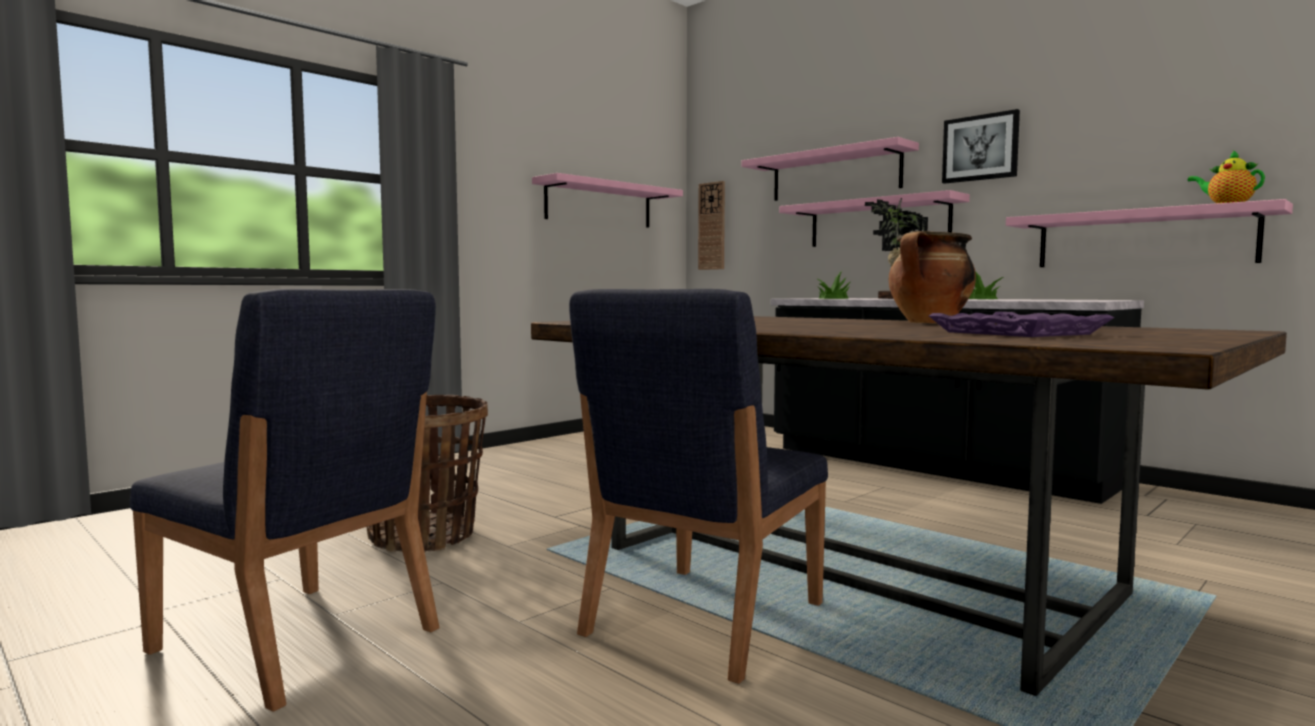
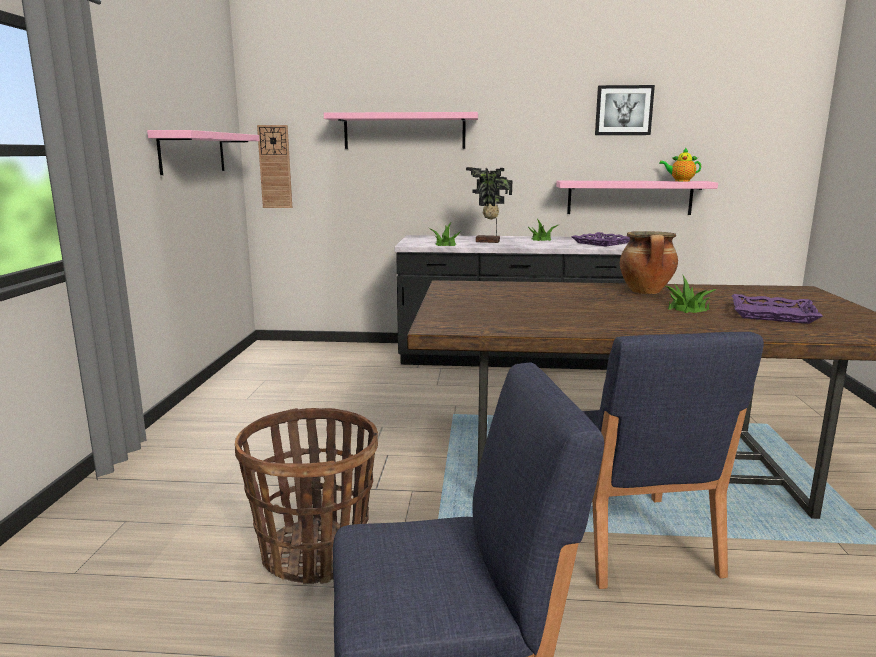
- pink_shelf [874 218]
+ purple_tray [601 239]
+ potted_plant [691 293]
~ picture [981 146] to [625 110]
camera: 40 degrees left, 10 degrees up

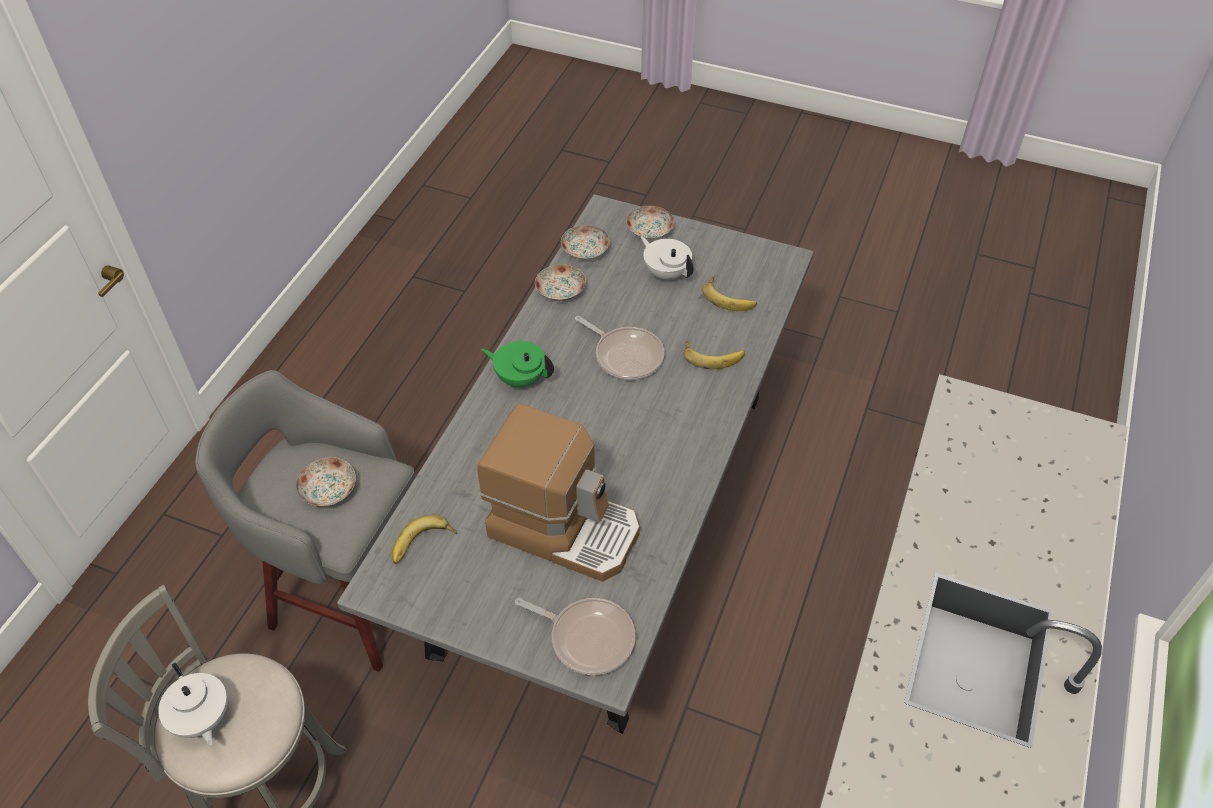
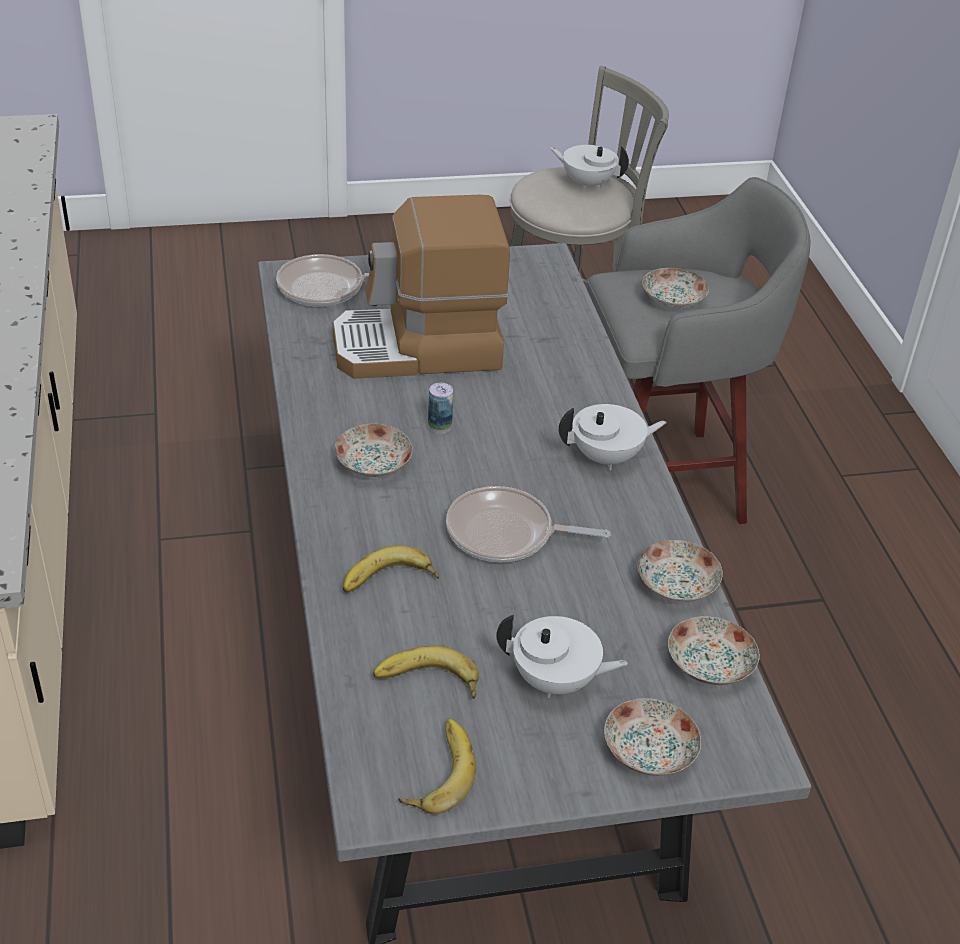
+ plate [373 450]
+ can [440 408]
~ banana [424 539] to [437 767]
~ green_teapot [518 364] to white_teapot [613 437]
camera: 145 degrees right, 10 degrees down

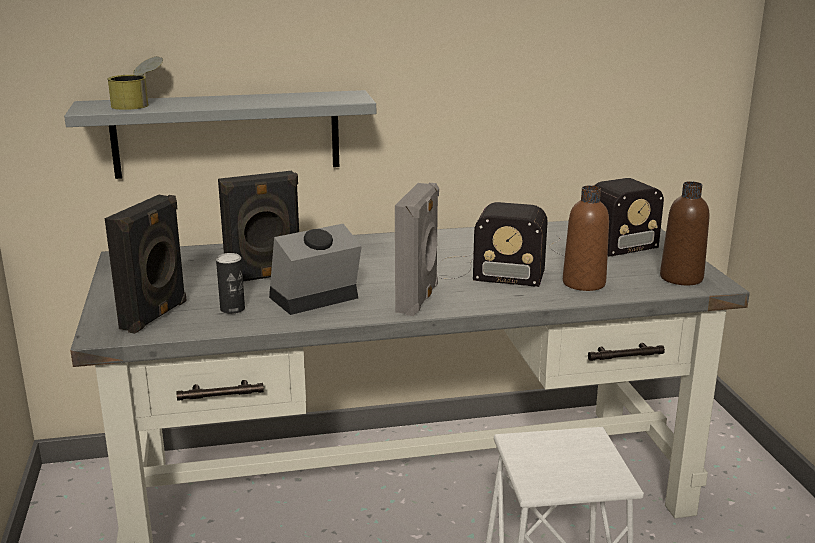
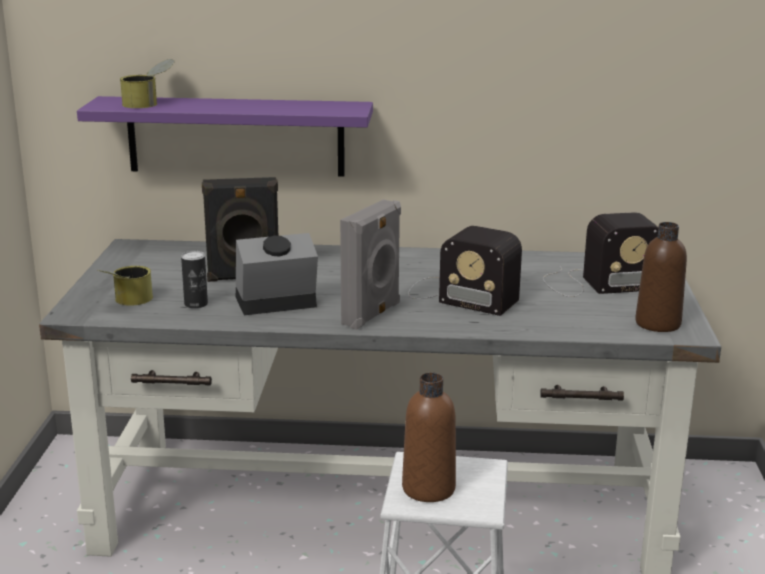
~ brown_bottle [586 238] to [429 437]
~ black_speaker [145 264] to can [125 286]
~ grey_shelf [220 134] to purple_shelf [225 136]
camera: 15 degrees right, 0 degrees up

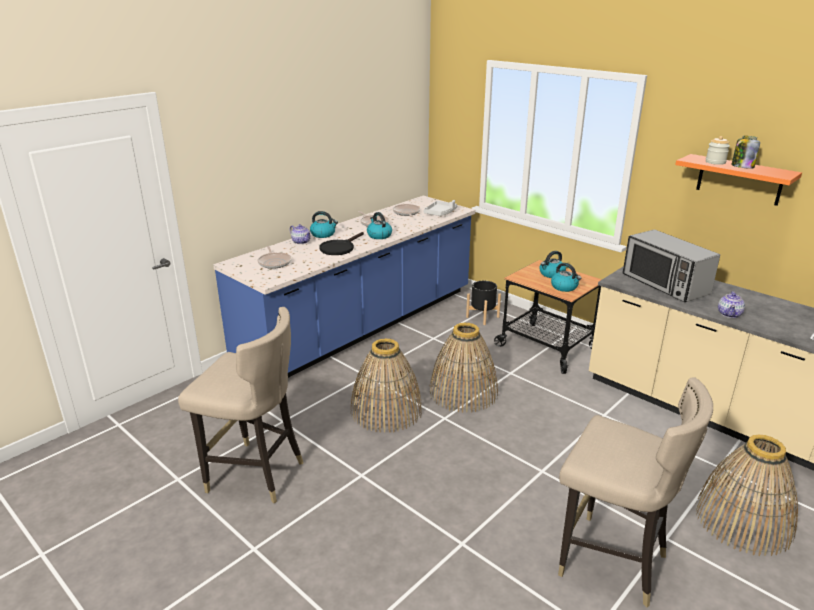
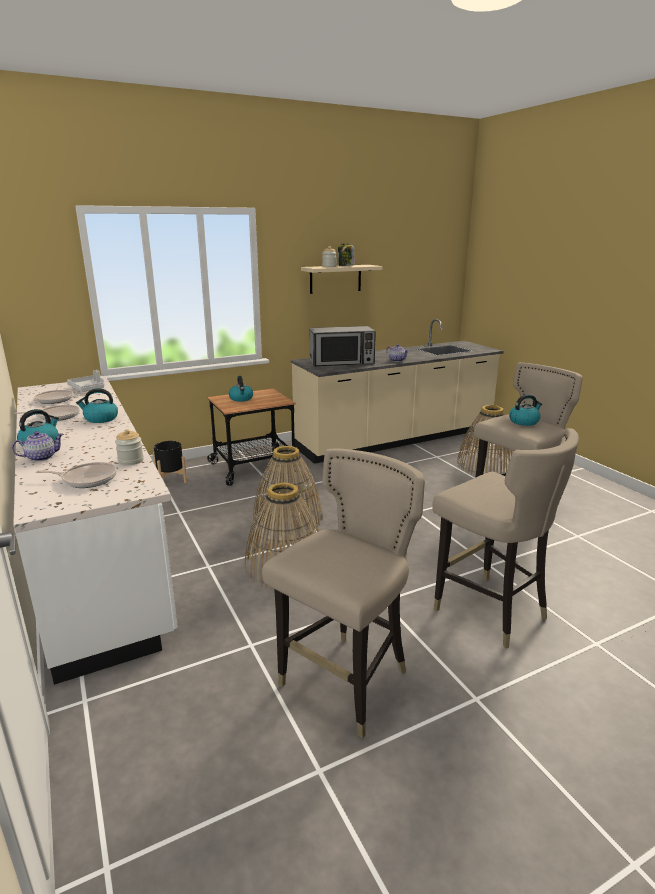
- black_frying_pan [341 243]
+ jar [129 447]
+ beige_stool [505 538]
~ kettle [566 277] to [525 410]
~ blue_counter [344 287] to white_counter [95 531]
~ orange_shelf [738 180] to beige_shelf [341 279]
camera: 70 degrees left, 5 degrees down

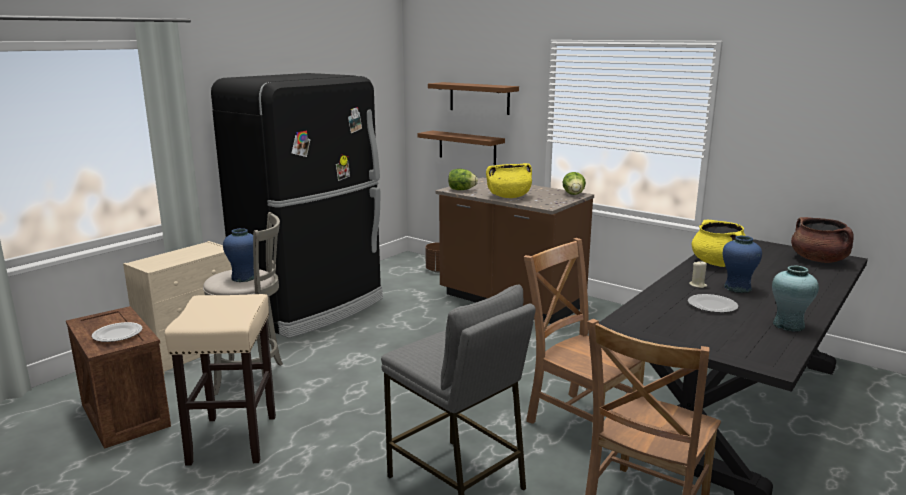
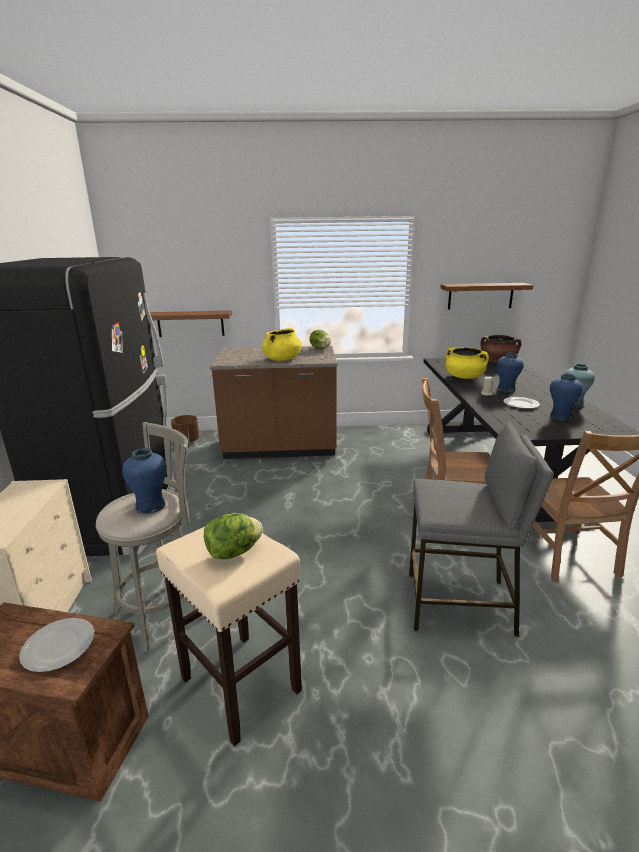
+ blue_vase [566 397]
~ brown_shelf [473 98] to [486 296]
~ lettuce [463 179] to [233 536]
camera: 40 degrees left, 5 degrees up

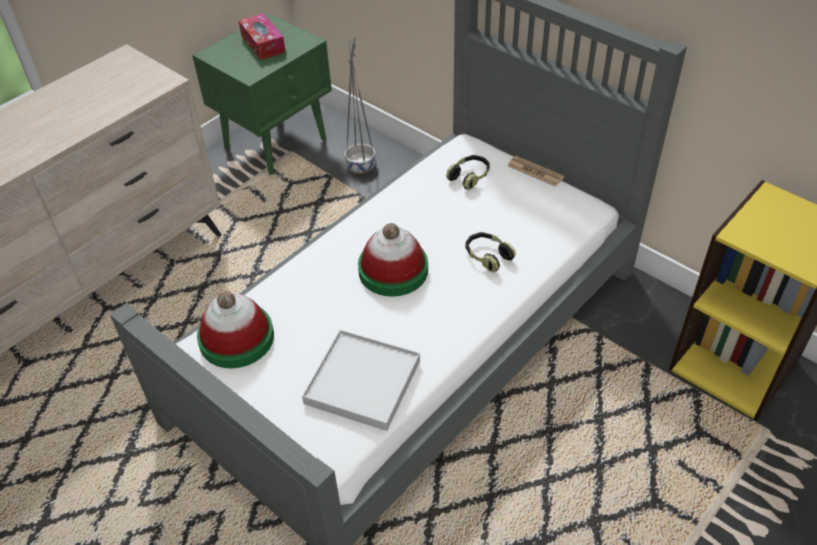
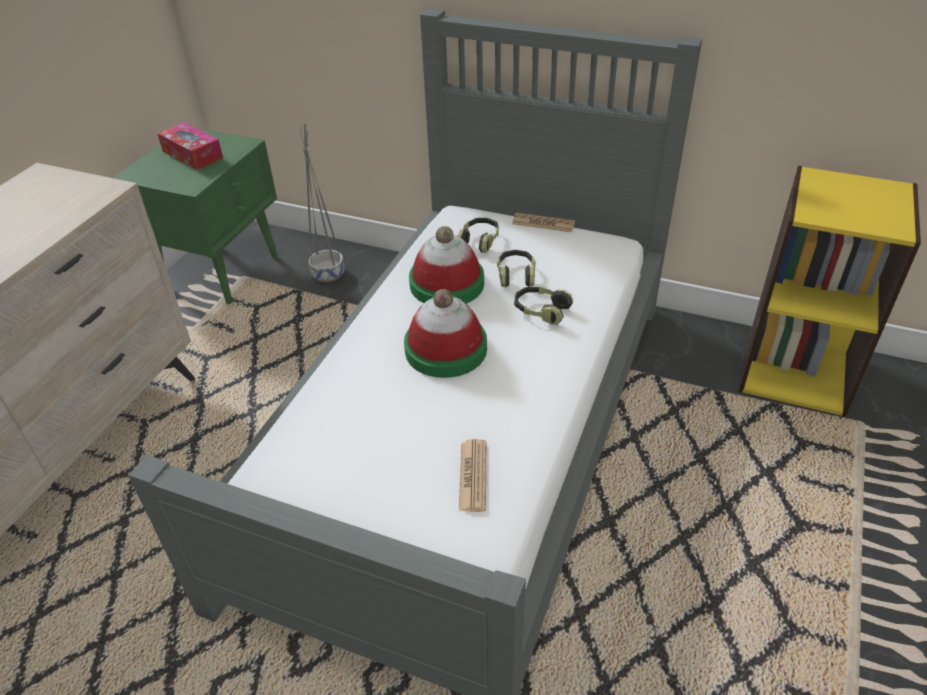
+ headphones [516 268]
~ hat [235 329] to [446 265]
~ white_tray [361 380] to newspaper [472 475]
camera: 20 degrees left, 5 degrees down

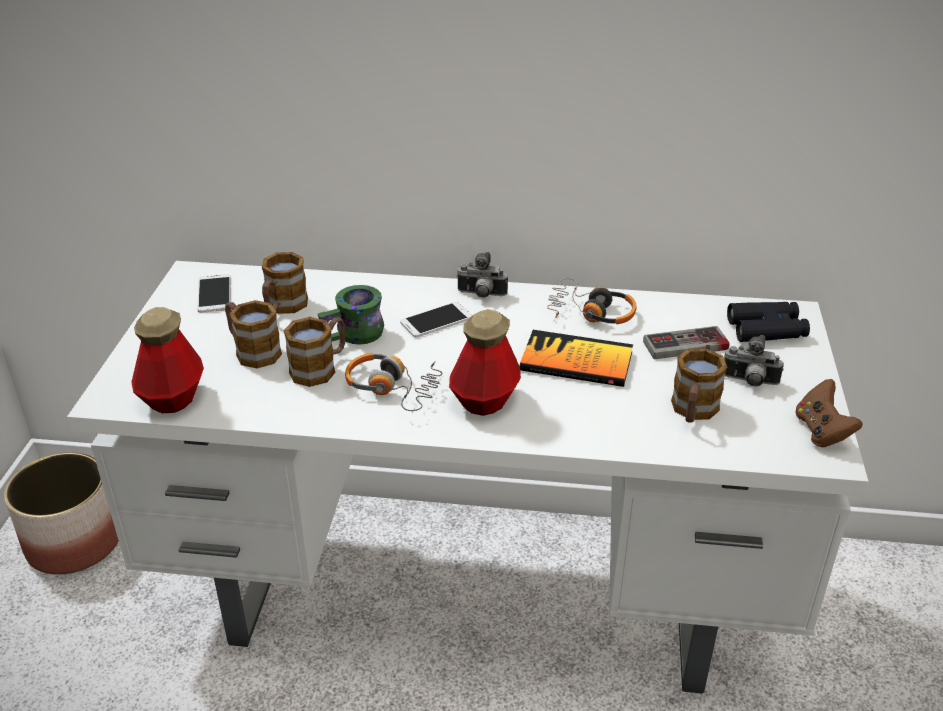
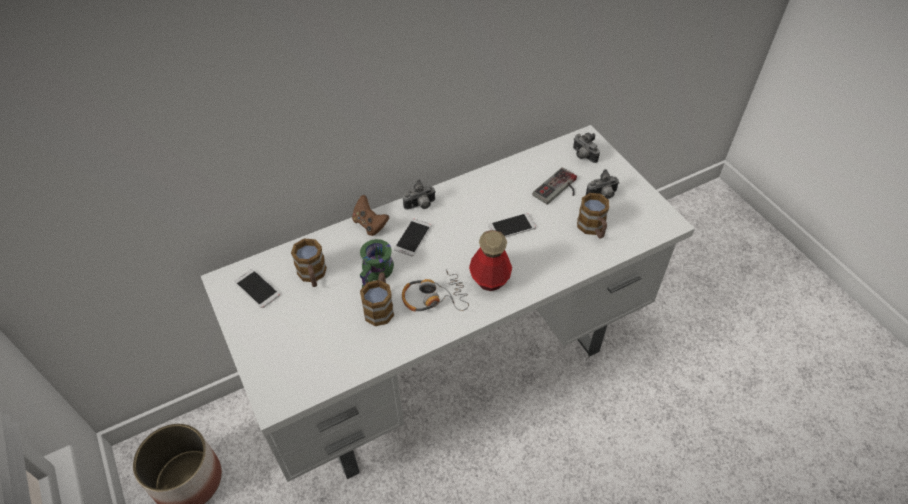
- bottle [167 360]
- mug [253 334]
- headphones [592 301]
~ brown_game_controller [828 413] to [370 215]
~ book [576 358] to phone [512 225]
~ black_binoculars [768 322] to photo_camera [586 148]
camera: 35 degrees left, 15 degrees up

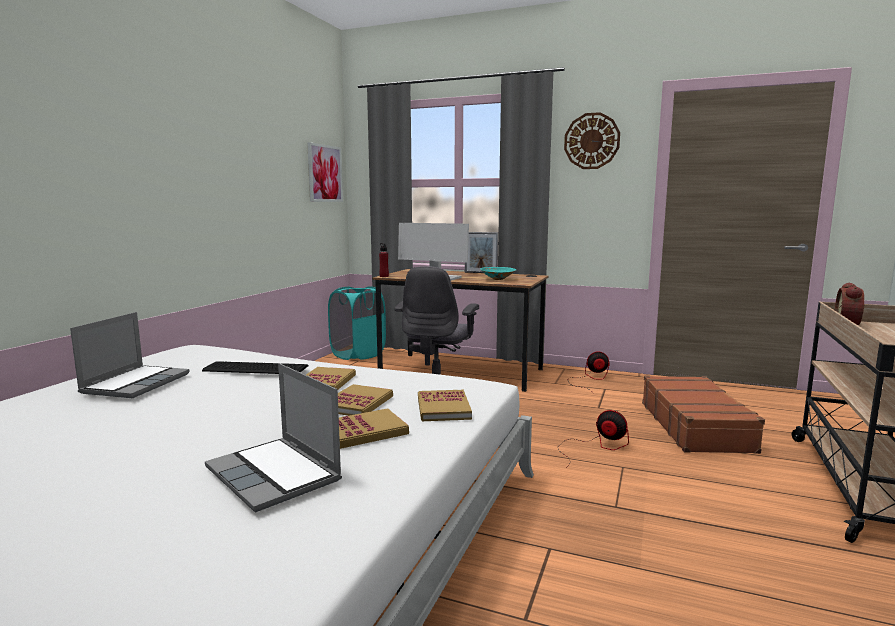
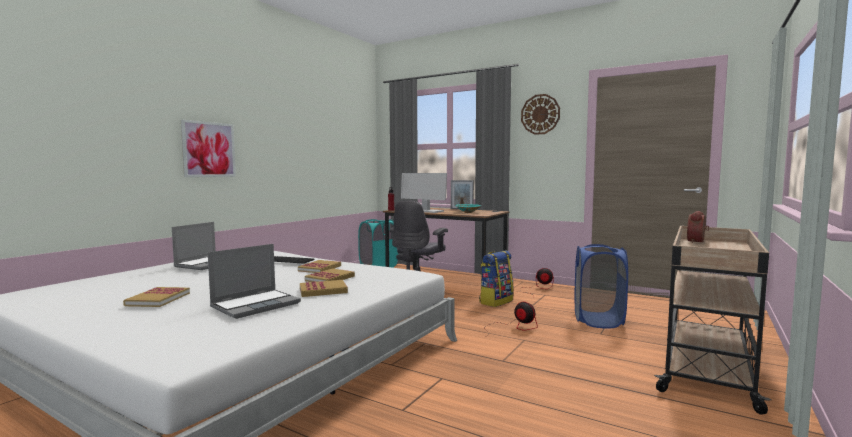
+ backpack [496 278]
~ picture [325 172] to [208 148]
~ book [445 405] to [156 297]
~ brown_suitcase [703 415] to blue_laundry_basket [601 286]
~ laptop [273 437] = [254 281] 105 degrees counterclockwise
camera: 10 degrees right, 5 degrees down

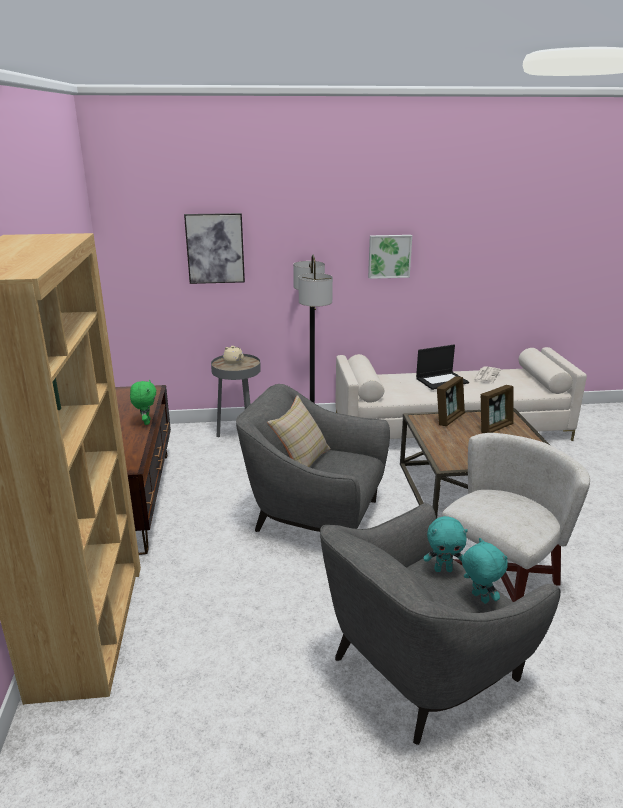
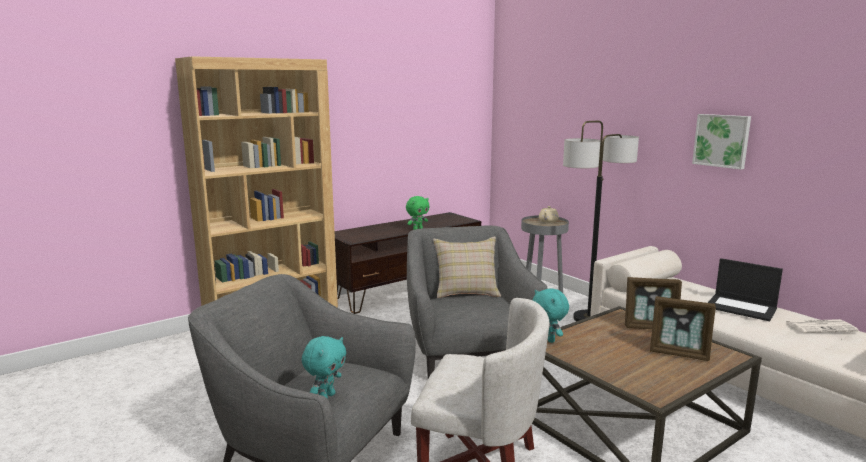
- picture [214 248]
~ turquoise_plush_toy [445 544] to [551 315]
camera: 60 degrees right, 10 degrees down

